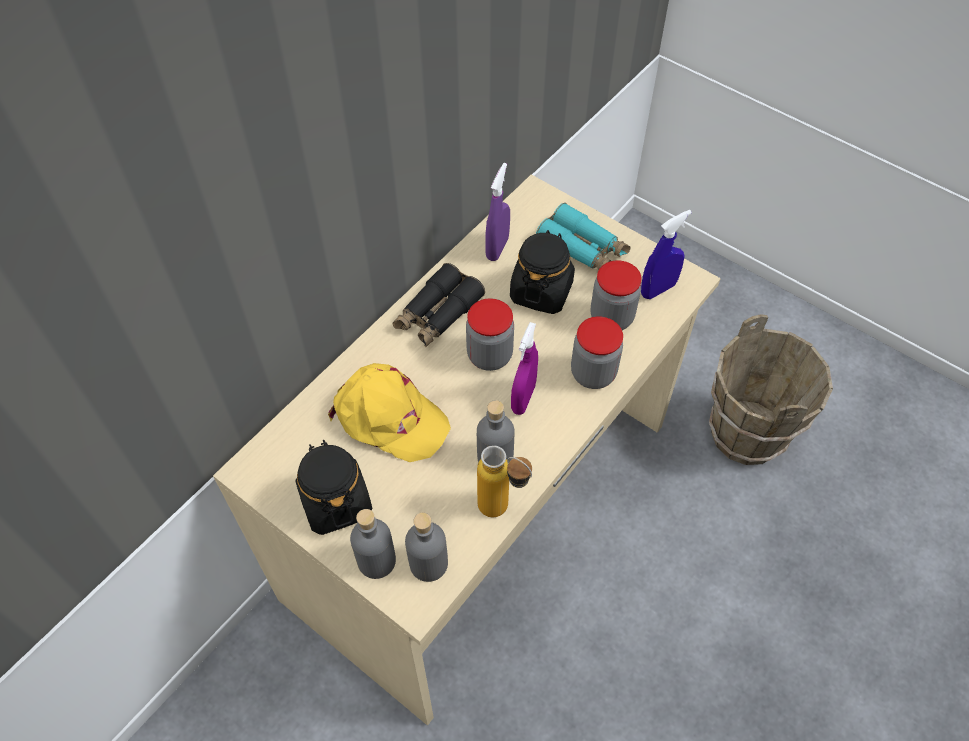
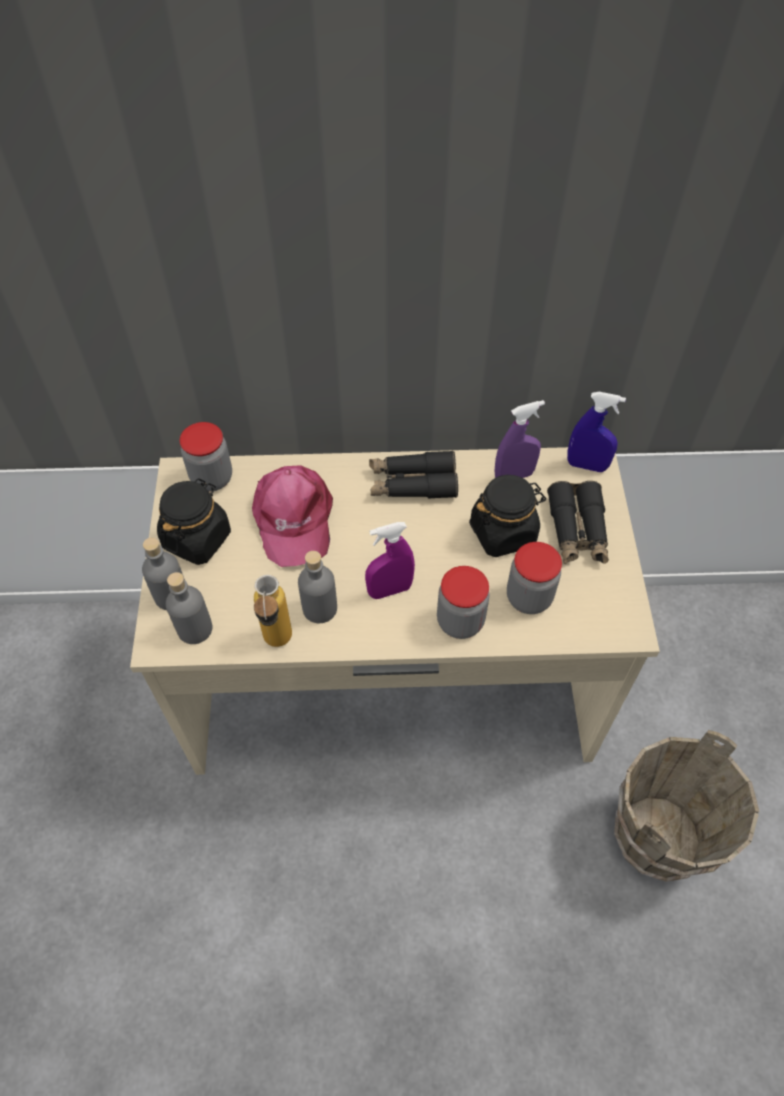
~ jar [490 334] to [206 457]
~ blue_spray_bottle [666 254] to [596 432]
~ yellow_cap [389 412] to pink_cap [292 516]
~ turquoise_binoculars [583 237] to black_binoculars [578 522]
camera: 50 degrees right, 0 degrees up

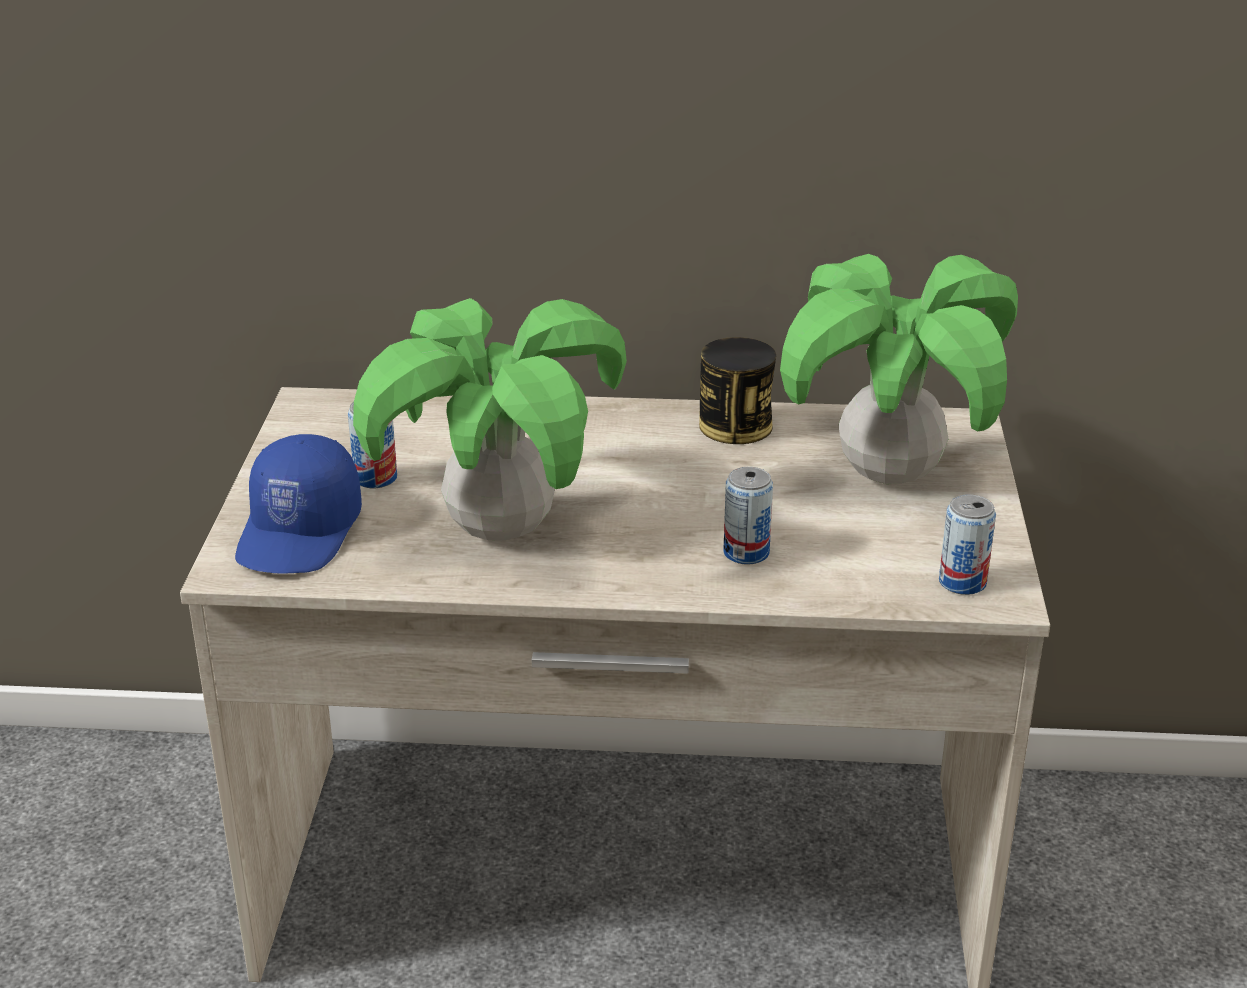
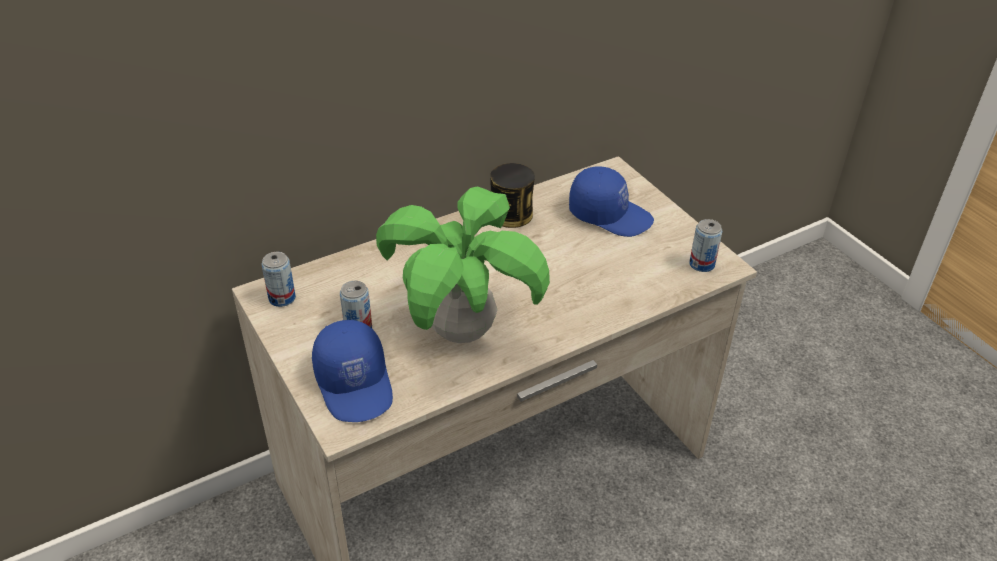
~ can [748 516] to [279 279]
~ potted_plant [899 369] to blue_cap [611 201]
camera: 35 degrees left, 10 degrees up

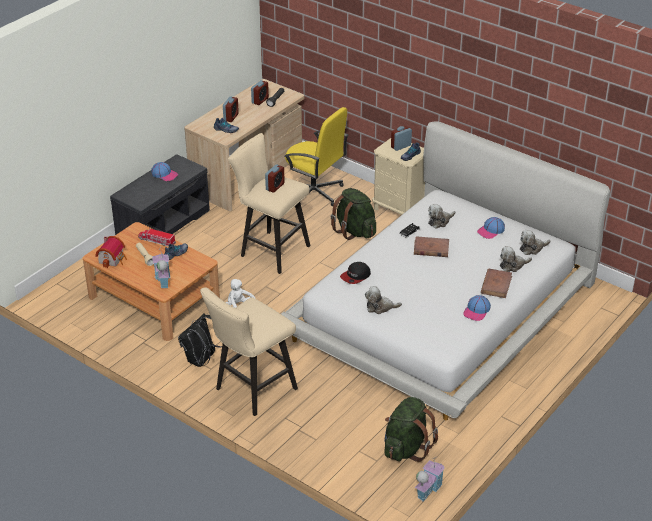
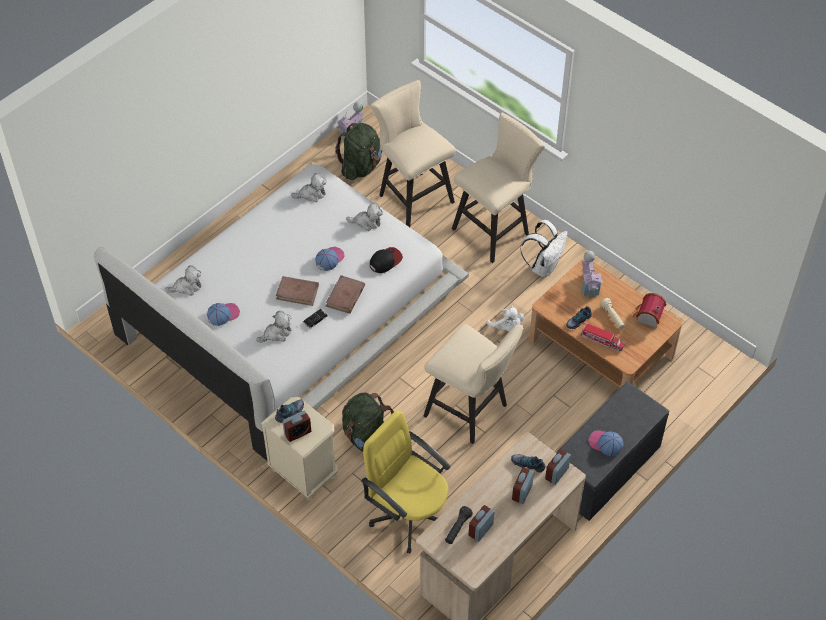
+ beige_stool [413 153]
~ alarm_clock [275 179] to [558 467]
~ cap [477 308] to [330 259]
~ brown_book [496 283] to [345 294]
~ plush_toy [516 259] to [309 187]
~ black_backpack [200 340] to white_backpack [544 248]
camera: 175 degrees left, 15 degrees up

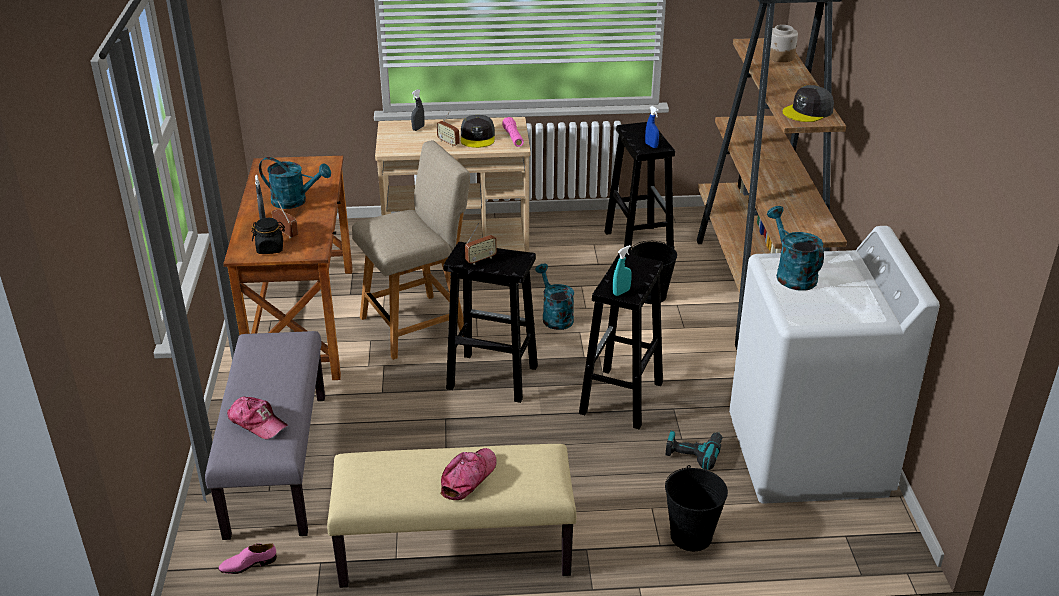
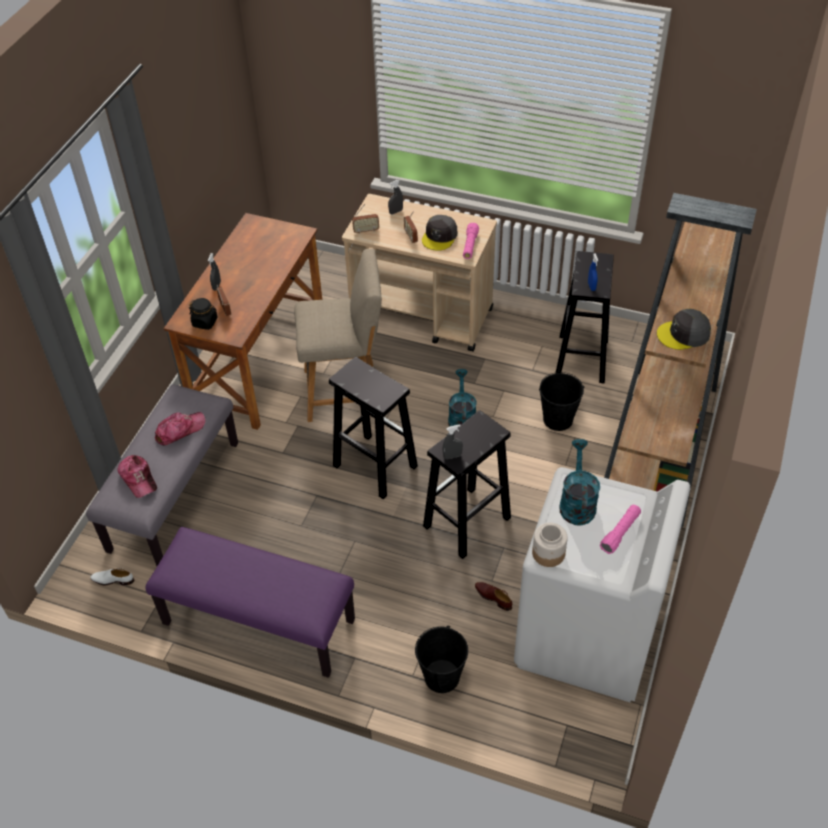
- turquoise_watering_can [295 183]
+ pink_flashlight [620 529]
~ cap [469 474] to [180 428]
~ radio [481 244] to [365 219]
~ jar [784 43] to [550 545]
~ power_drill [694 450] to brown_shoe [493 596]
~ pink_shoe [247 558] to white_shoe [112 576]
~ beige_bench [451 516] to purple_bench [250 602]
~ turquoise_spray_bottle [622 270] to grey_spray_bottle [453 442]
camera: 25 degrees right, 15 degrees up

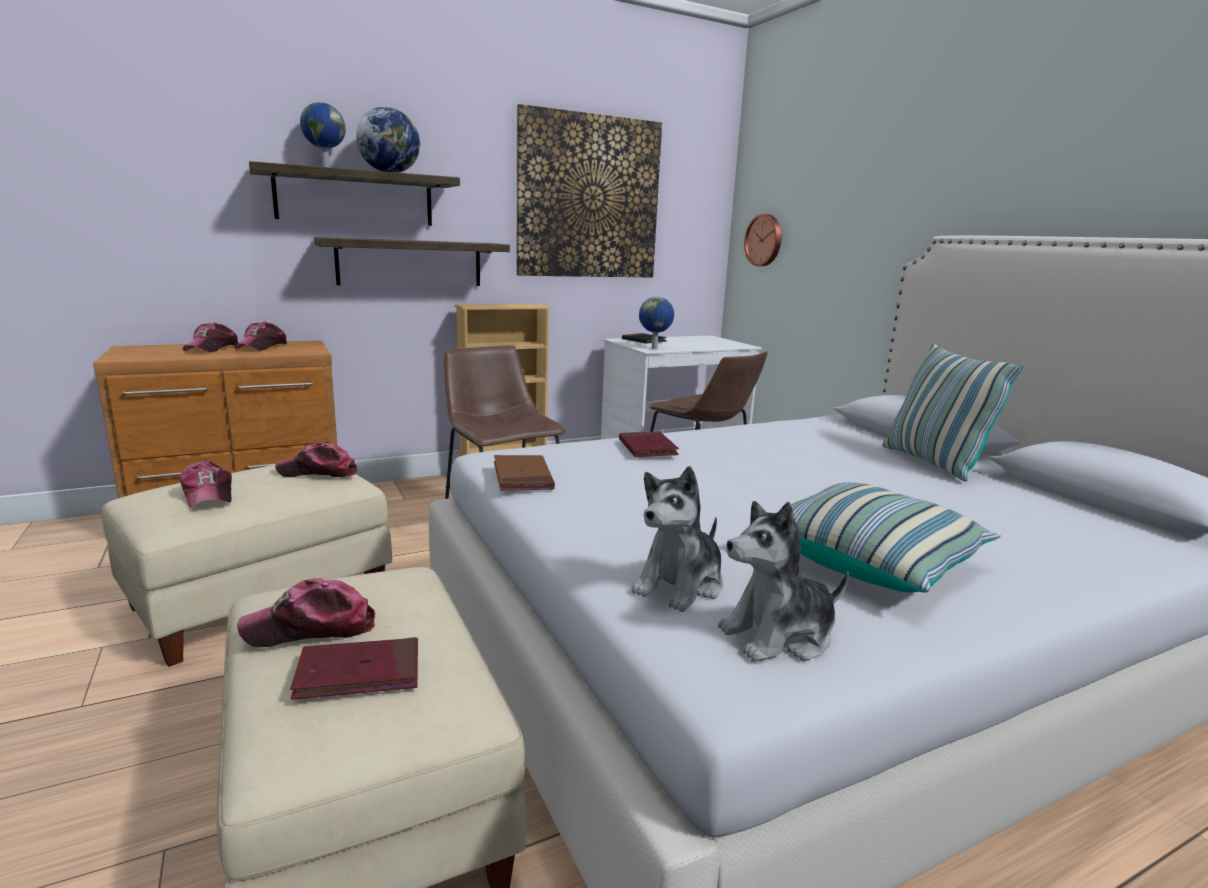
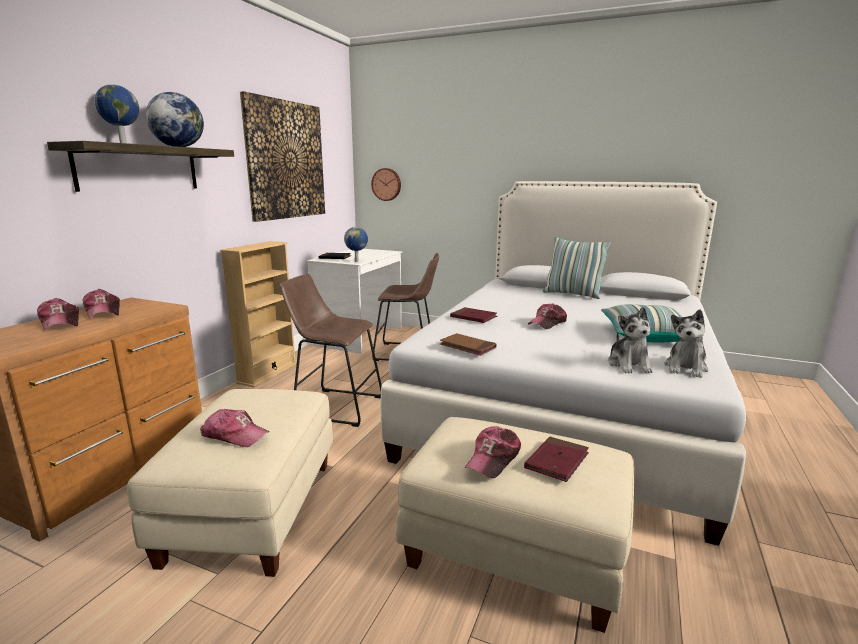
- shelf [412 261]
~ cap [316 459] to [547 316]
camera: 40 degrees left, 0 degrees up

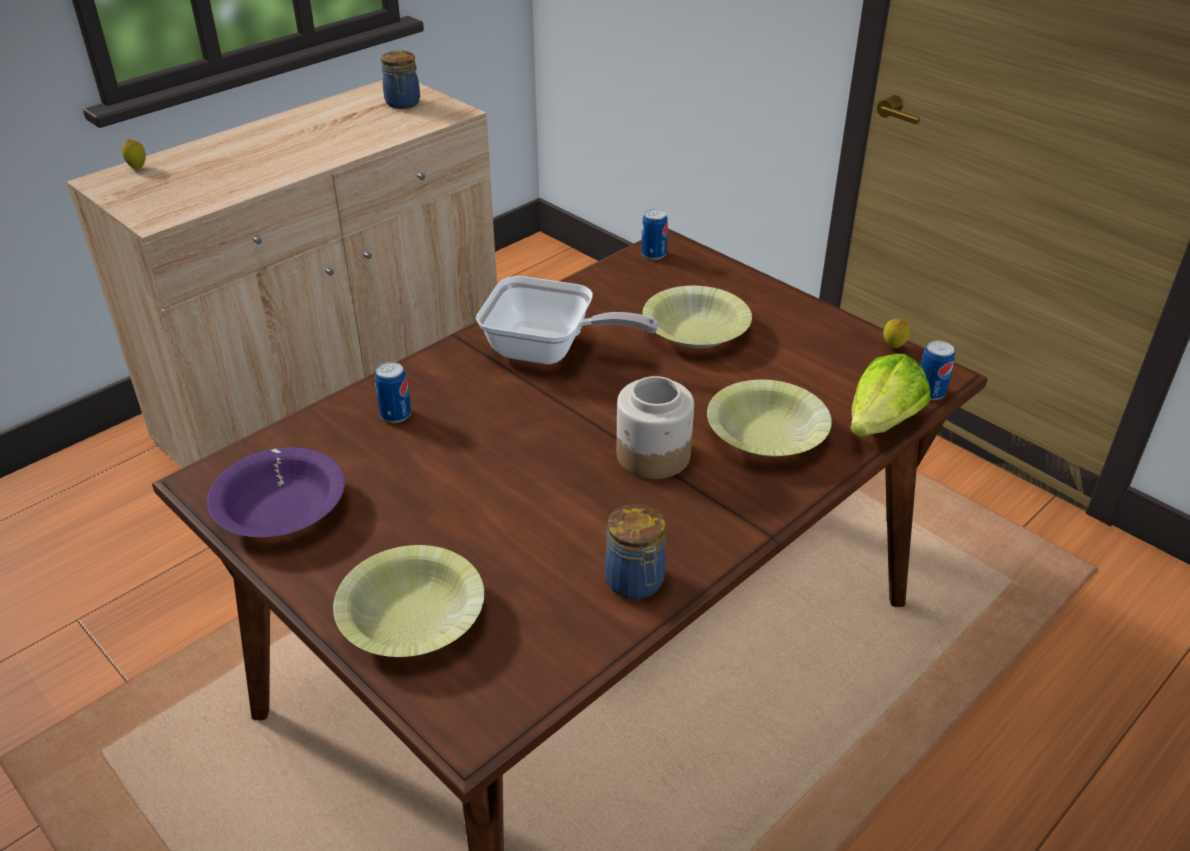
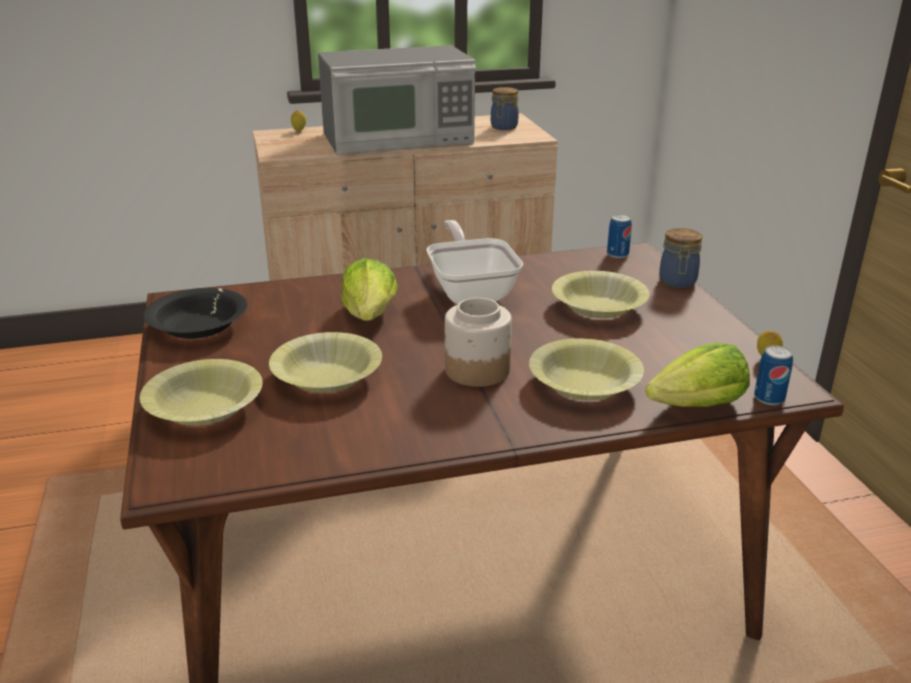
- can [393 392]
+ yellow_bowl [325 362]
+ microwave [397 100]
+ lettuce [369 289]
~ jar [635 552] to [680 258]
~ purple_bowl [276 492] to black_bowl [195 313]
~ frying_pan [567 320] = [475 262] 150 degrees counterclockwise
camera: 30 degrees right, 10 degrees down

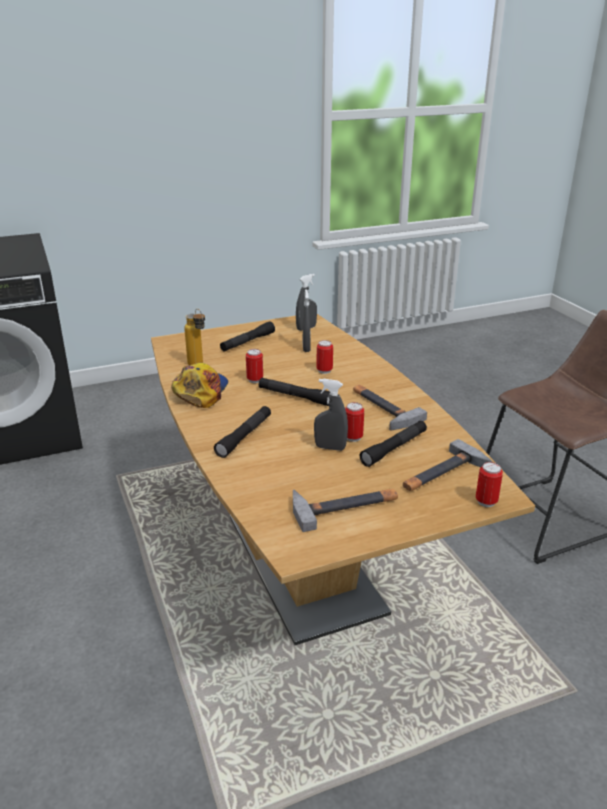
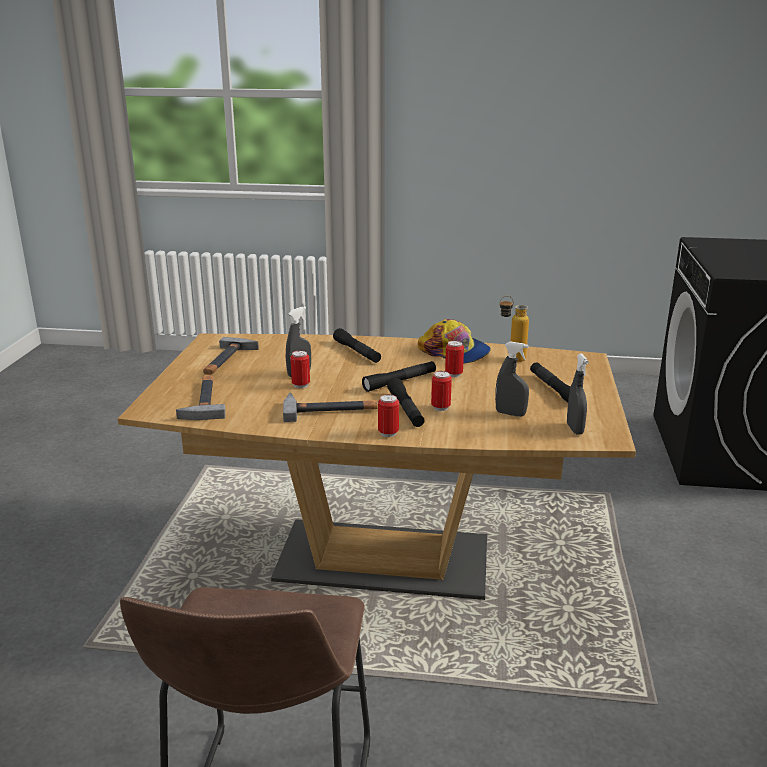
~ black_flashlight [393 444] to [406 402]
~ can [489 484] to [388 415]
camera: 120 degrees right, 5 degrees down

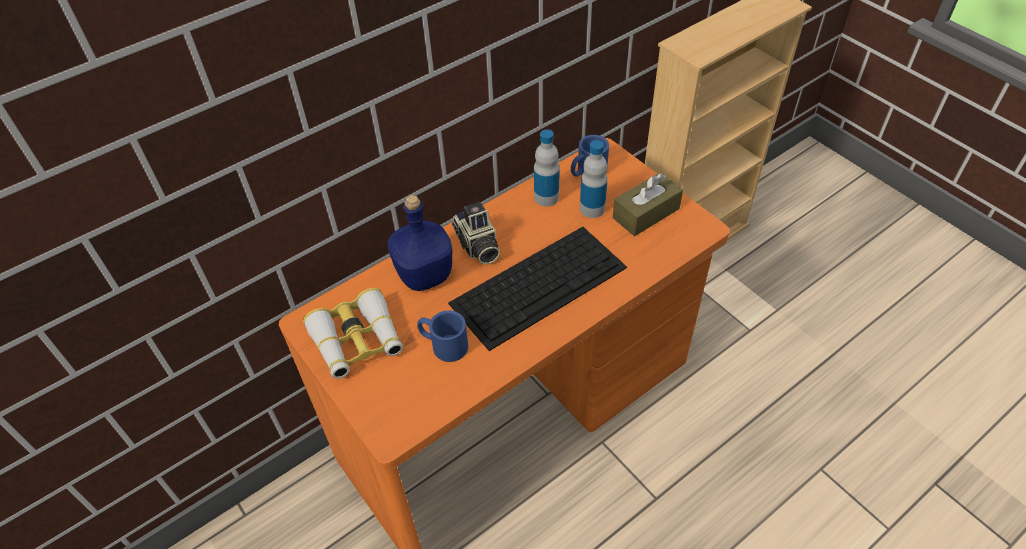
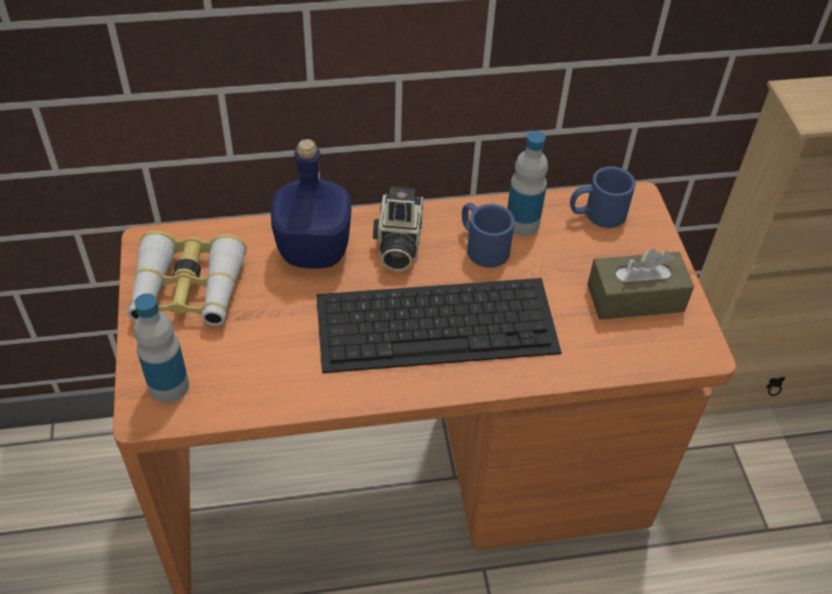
~ blue_mug [442 336] to [488 235]
~ bottle [594 179] to [161 348]
camera: 25 degrees right, 0 degrees up

